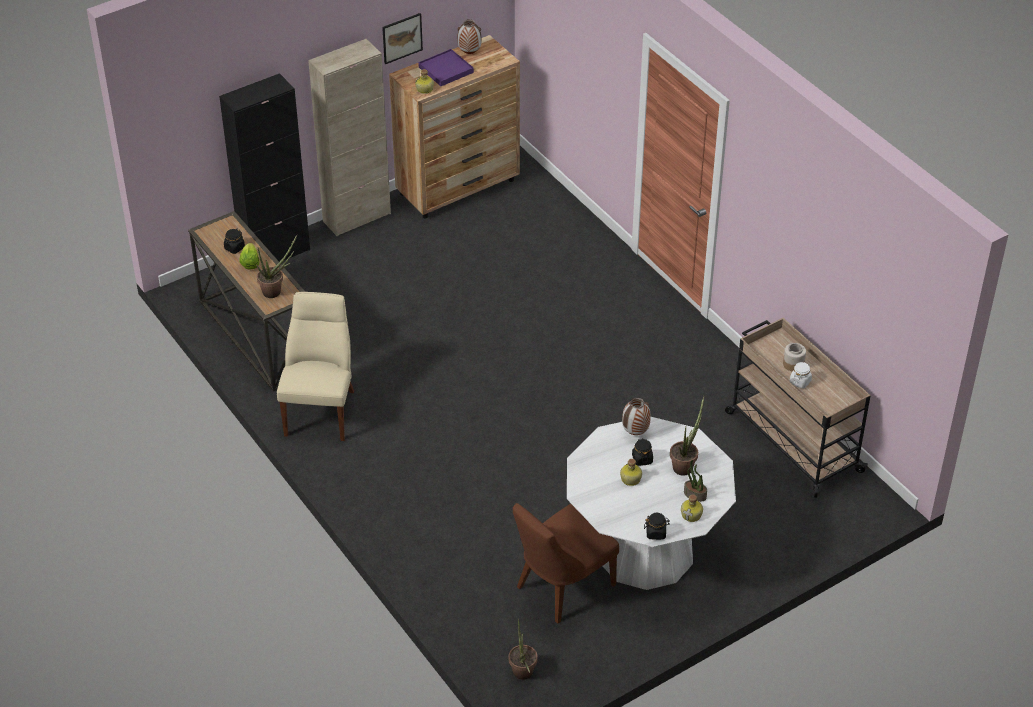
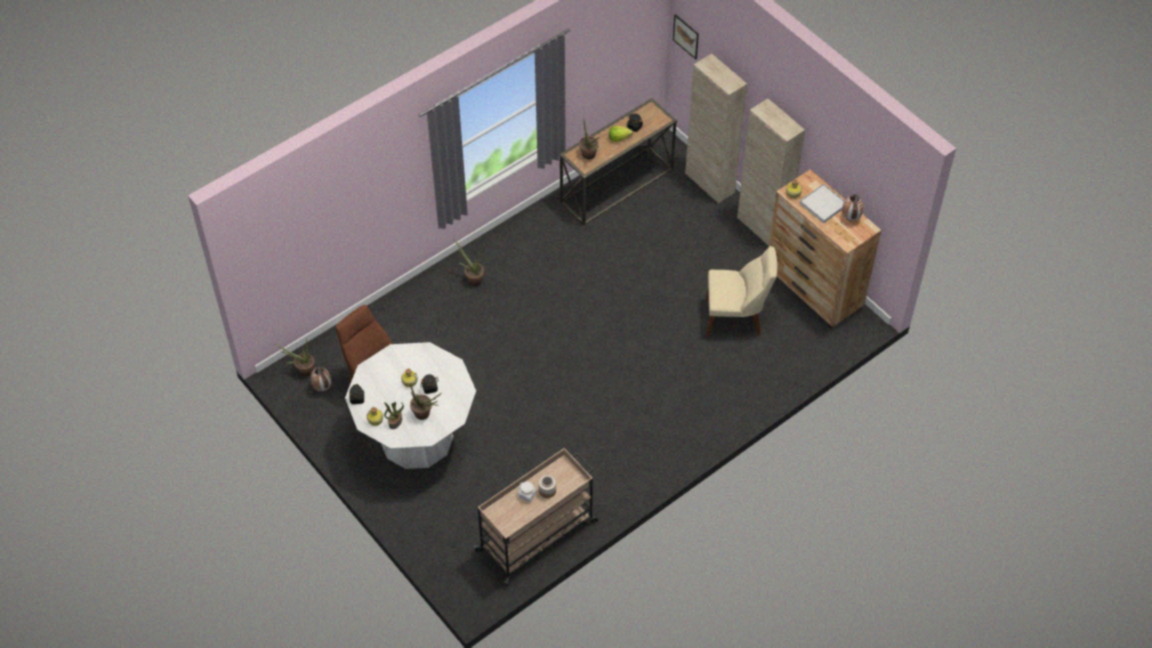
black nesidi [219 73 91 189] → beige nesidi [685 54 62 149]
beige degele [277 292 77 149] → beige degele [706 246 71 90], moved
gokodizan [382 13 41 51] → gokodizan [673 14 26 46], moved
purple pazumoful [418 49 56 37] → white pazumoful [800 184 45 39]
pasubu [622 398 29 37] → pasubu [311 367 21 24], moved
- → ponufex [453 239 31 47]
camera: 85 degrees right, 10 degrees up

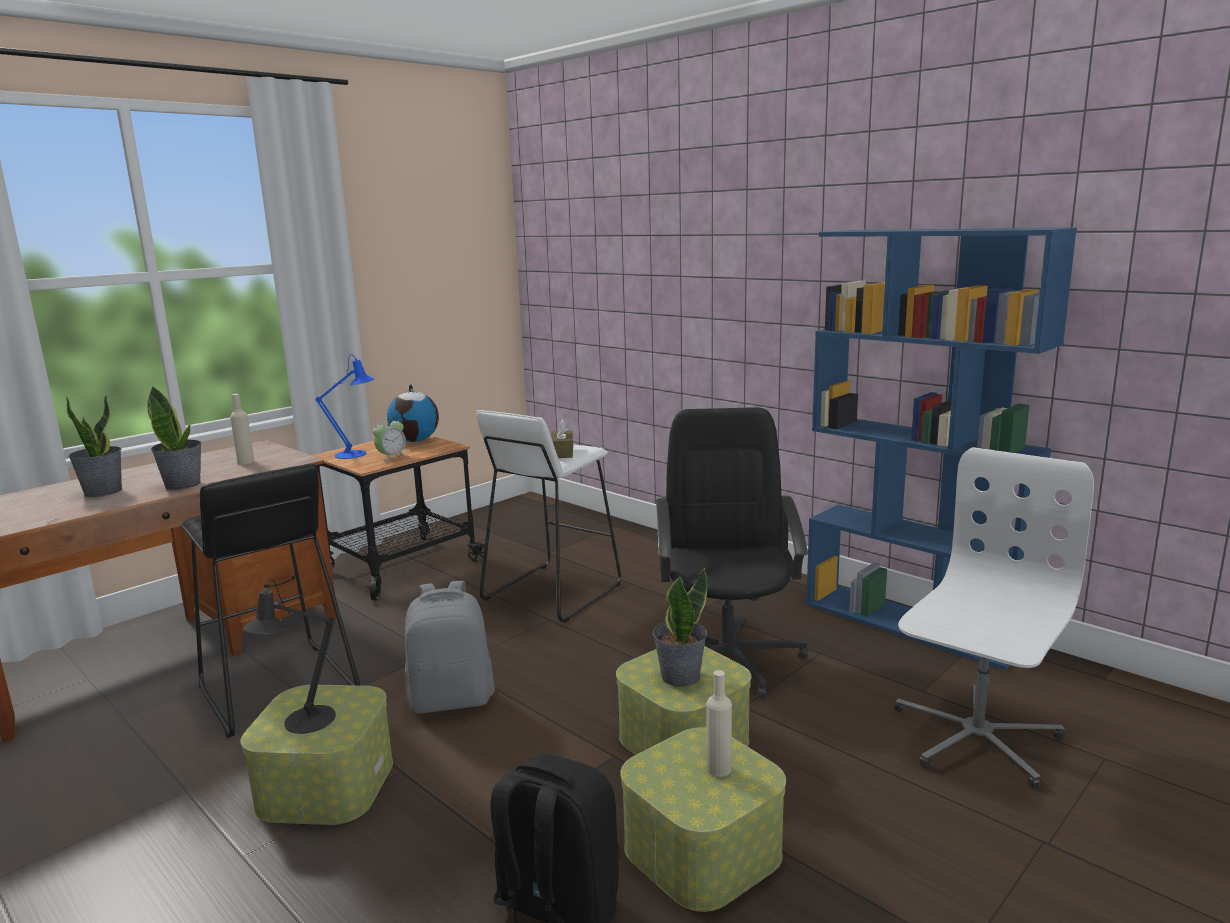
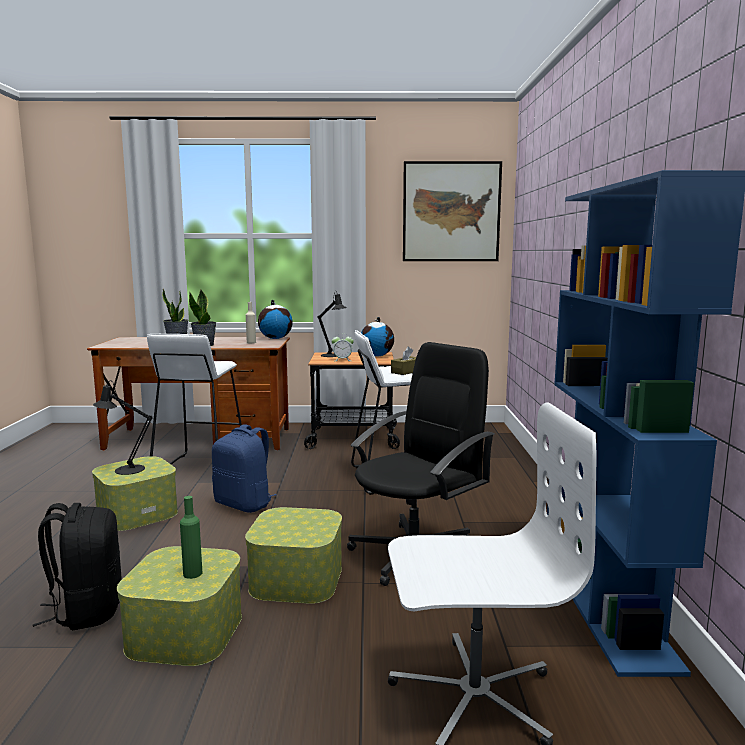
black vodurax [181 464 179 274] → white vodurax [147 334 95 131]
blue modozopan [316 354 59 105] → black modozopan [317 290 30 67]
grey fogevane [405 581 90 133] → blue fogevane [212 424 64 89]
ponufex [653 568 54 119] → -
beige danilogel [706 670 26 107] → green danilogel [180 496 22 83]
- → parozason [258 300 35 39]
- → gokodizan [403 161 99 100]
camera: 45 degrees right, 5 degrees down

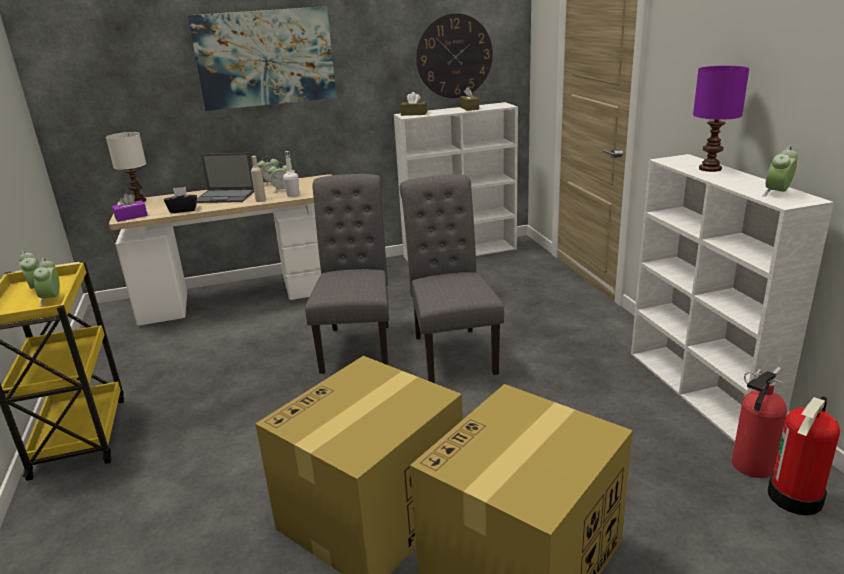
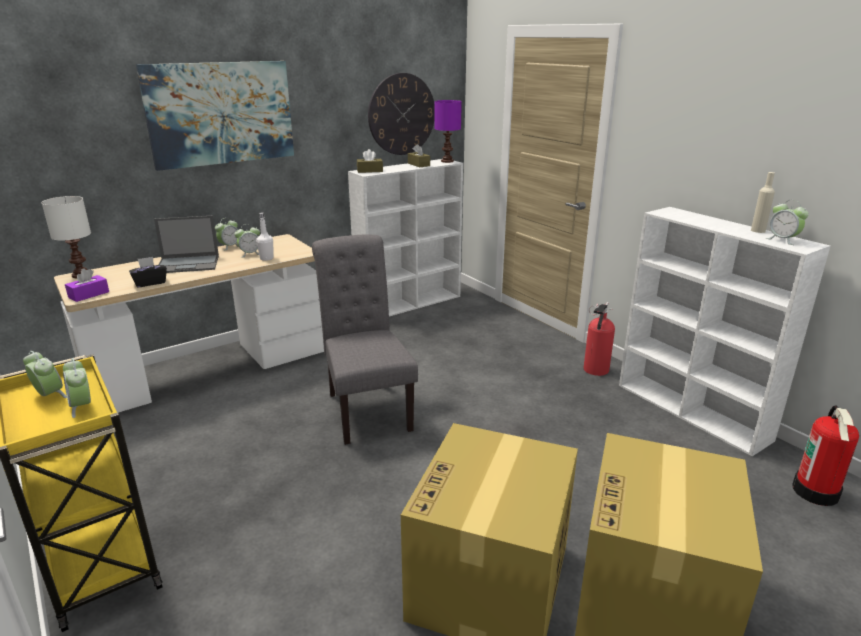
beige danilogel [251 156 15 46] → beige danilogel [751 172 24 61], moved
grey degele [400 175 104 208] → -
purple modozopan [693 66 56 106] → purple modozopan [434 100 28 63], moved
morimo [732 367 55 111] → morimo [584 302 31 74], moved
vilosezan [763 146 35 51] → vilosezan [766 200 43 45], 60 degrees counterclockwise
camera: 20 degrees left, 0 degrees up

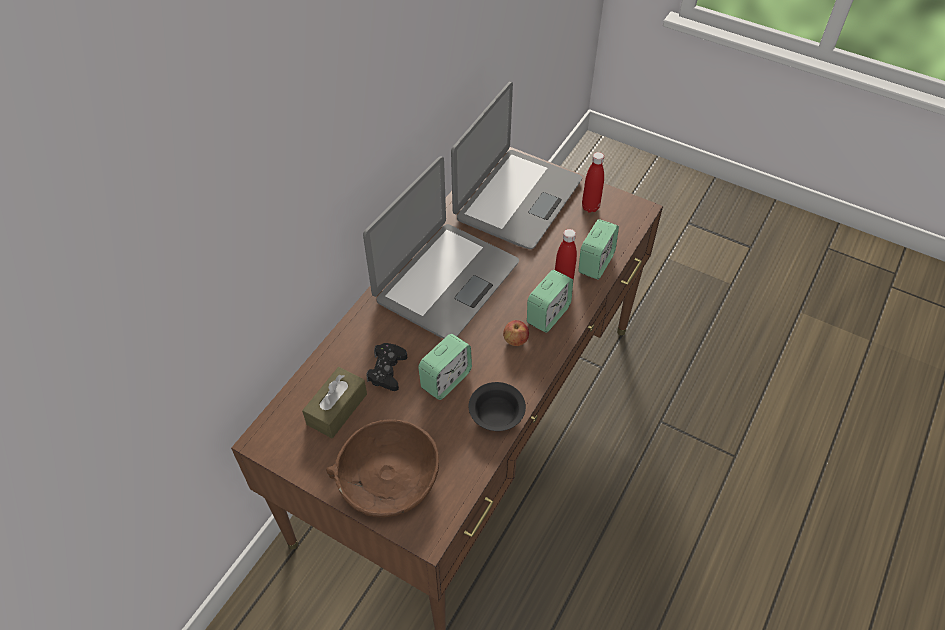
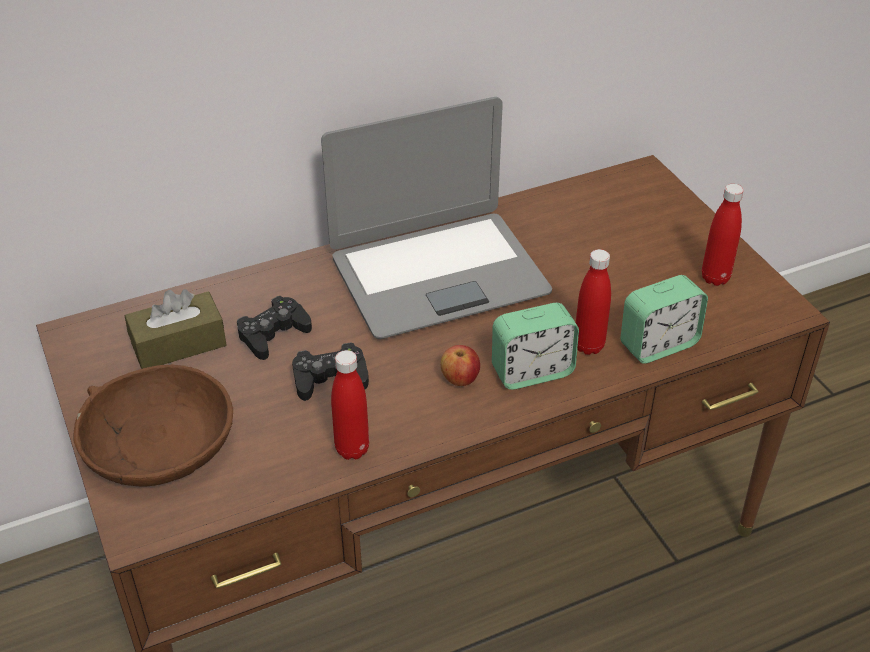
vilosezan [418 334 54 66] → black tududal [292 342 77 59]
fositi [451 82 131 167] → -
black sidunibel [469 382 57 49] → red danilogel [331 350 38 110]
camera: 35 degrees right, 10 degrees down

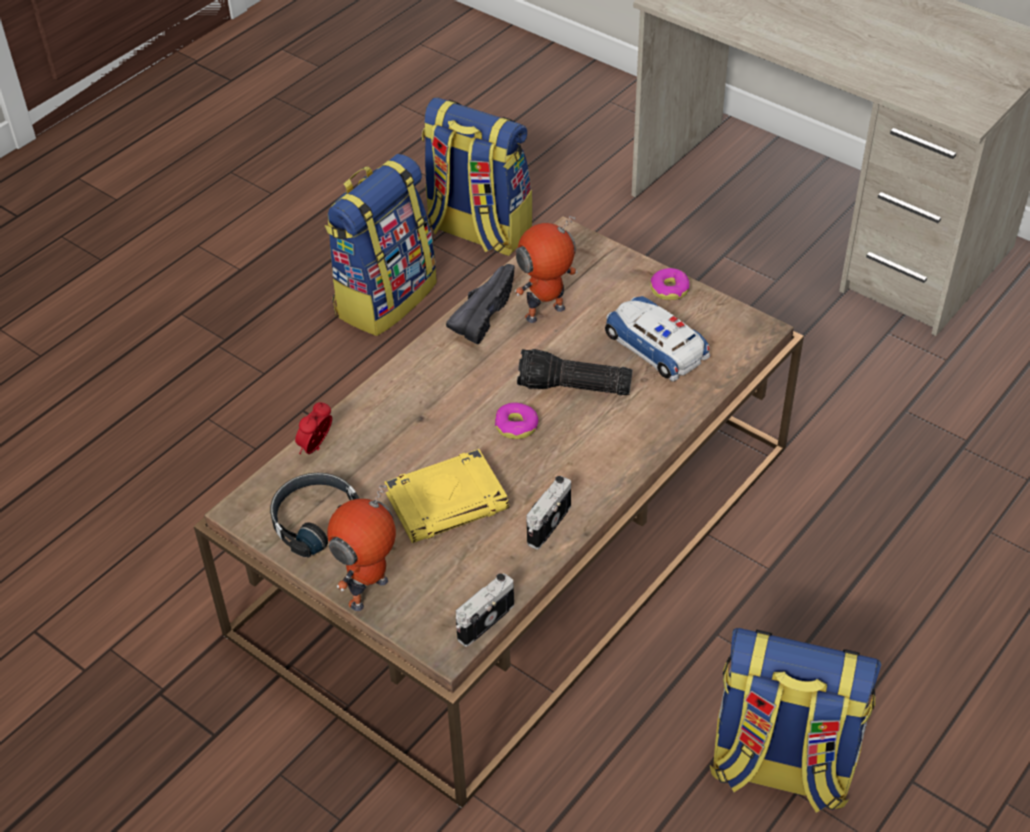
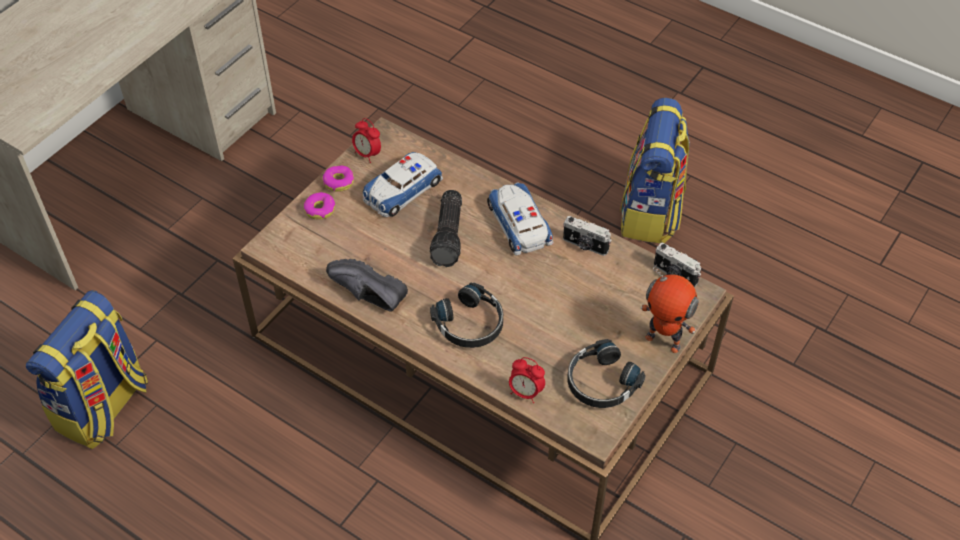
fogevane [324 154 113 182] → -
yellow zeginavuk [385 449 125 94] → -
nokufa [495 403 43 36] → nokufa [304 192 31 28], moved
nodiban [515 216 63 107] → -
- → vilosezan [352 118 29 45]
- → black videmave [430 283 73 65]
- → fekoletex [487 183 67 73]
camera: 95 degrees left, 5 degrees up

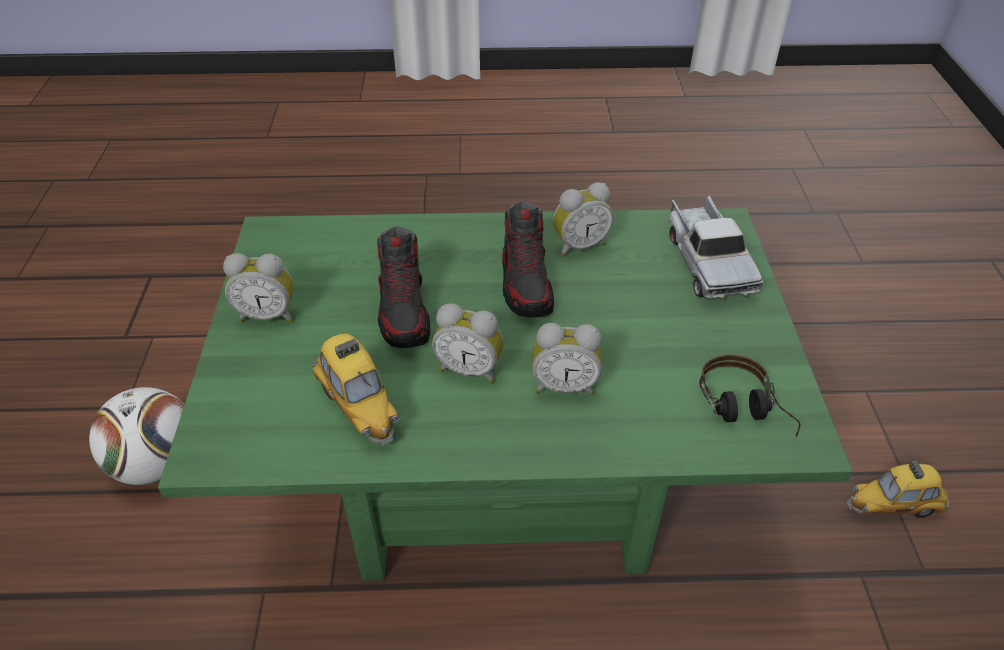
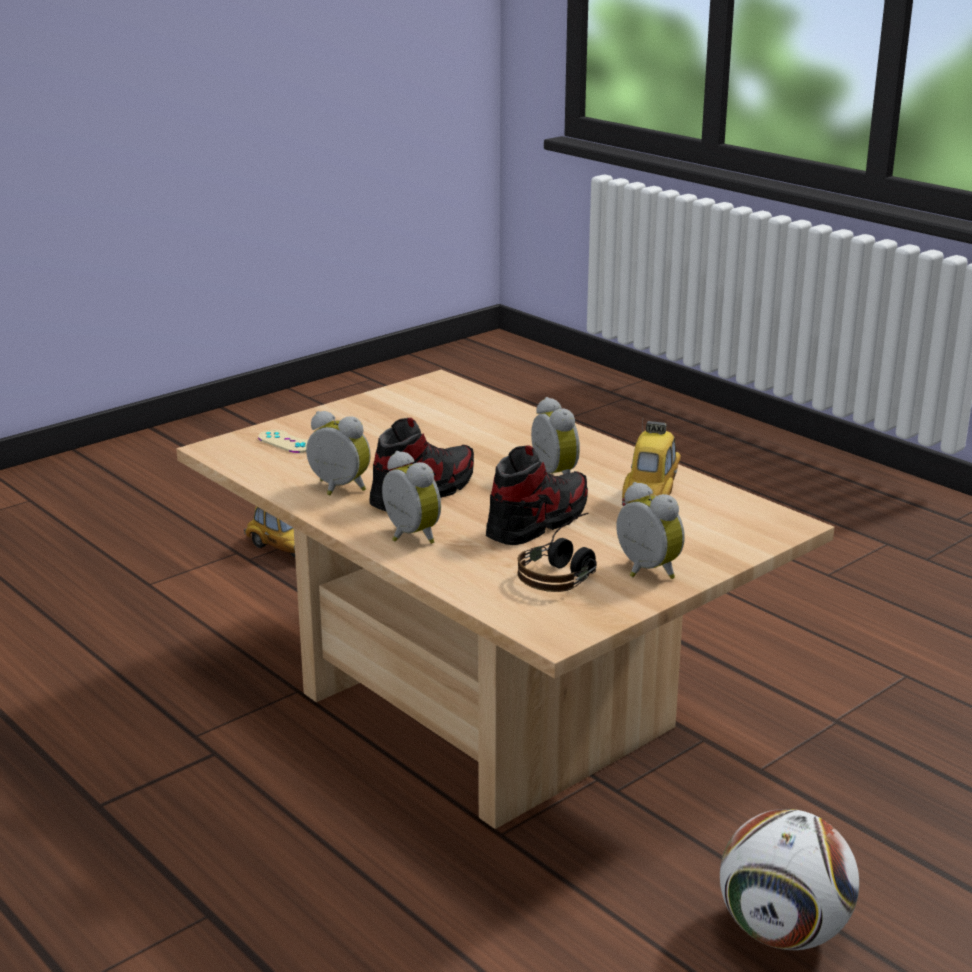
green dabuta [158 208 695 373] → beige dabuta [176 370 659 459]
vilosezan [532 323 70 73] → vilosezan [382 451 59 93], moved
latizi [668 196 95 104] → beige tududal [258 430 50 23]
videmave [699 355 102 82] → videmave [517 513 80 79], moved
camera: 130 degrees left, 20 degrees down

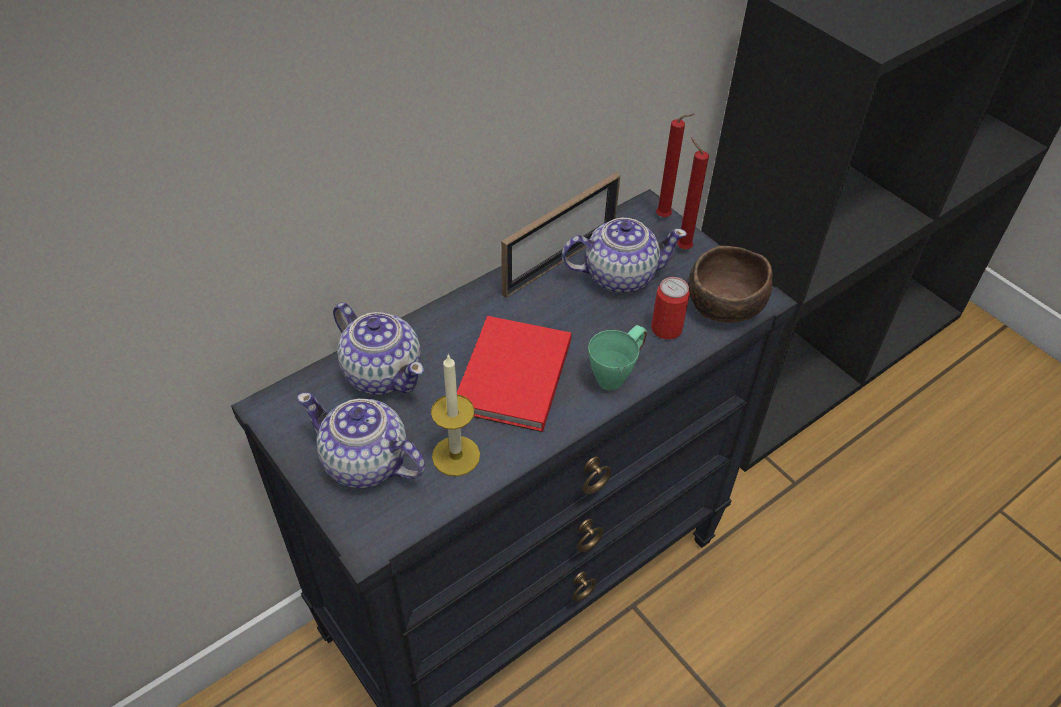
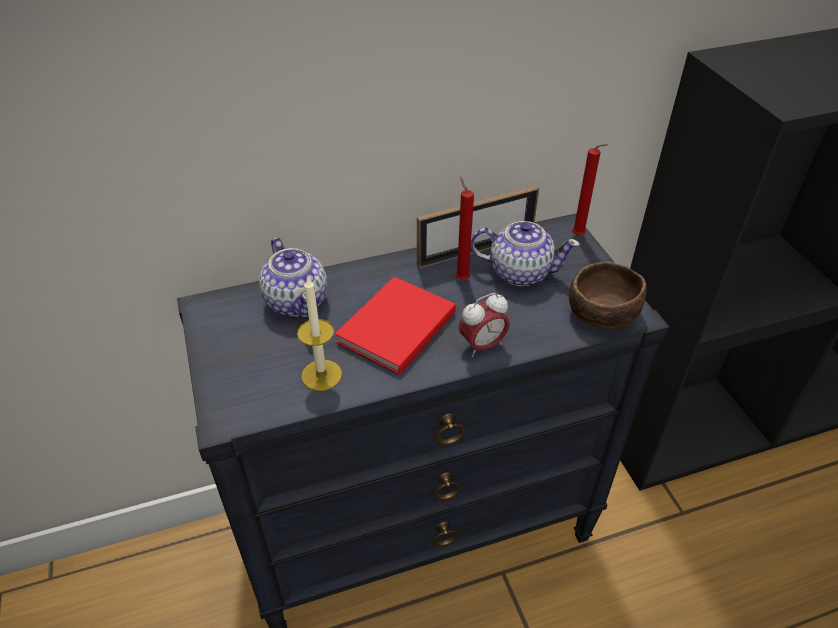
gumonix [297 393 128 95] → -
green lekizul [588 325 59 66] → vilosezan [459 293 51 64]
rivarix [651 277 39 62] → -
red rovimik [677 137 32 112] → red rovimik [456 176 18 104], moved
camera: 20 degrees right, 5 degrees down

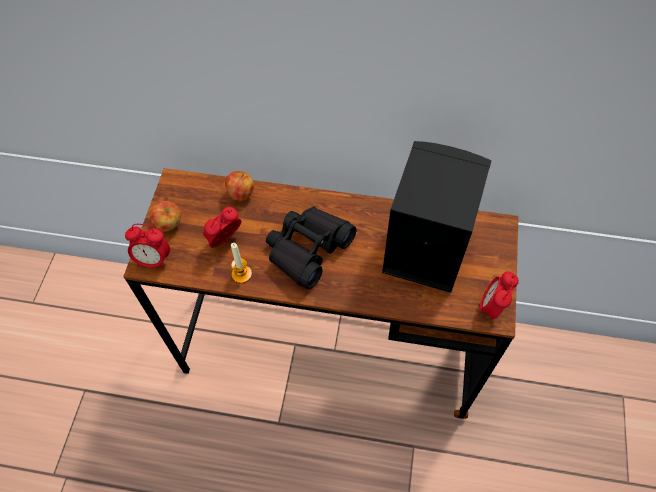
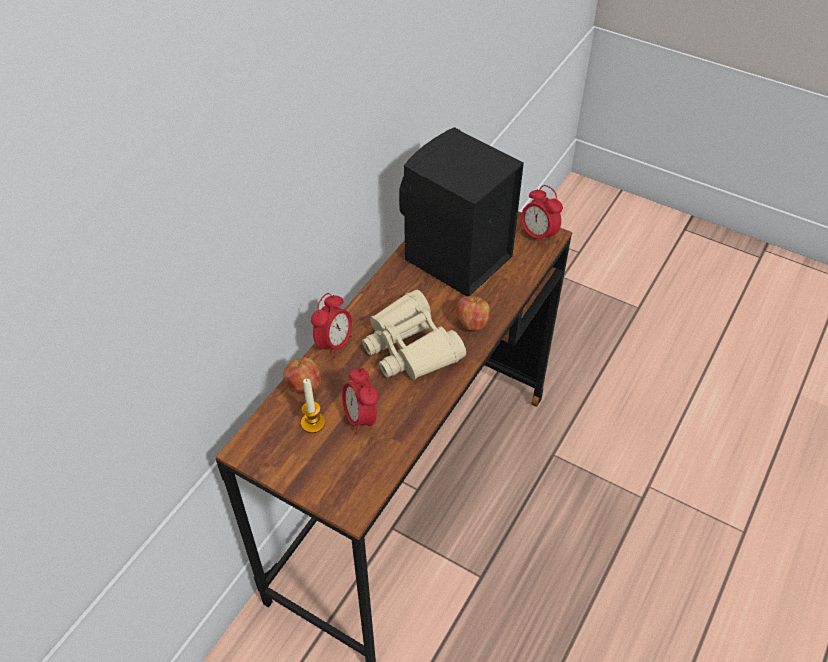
vilosezan [125 224 45 46] → vilosezan [311 293 41 65], moved
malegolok [150 201 31 31] → malegolok [456 296 34 35], moved
rovimik [231 243 21 40] → rovimik [301 379 24 54], moved
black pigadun [266 206 91 83] → beige pigadun [362 290 104 90]
camera: 70 degrees left, 10 degrees down

